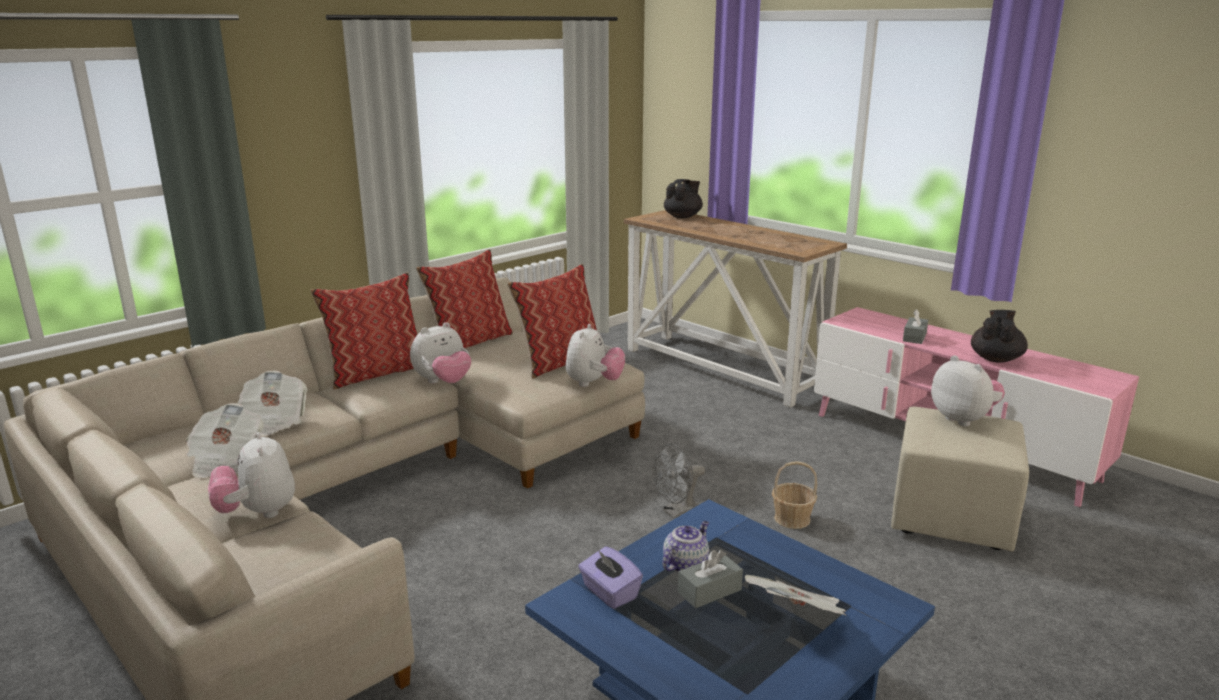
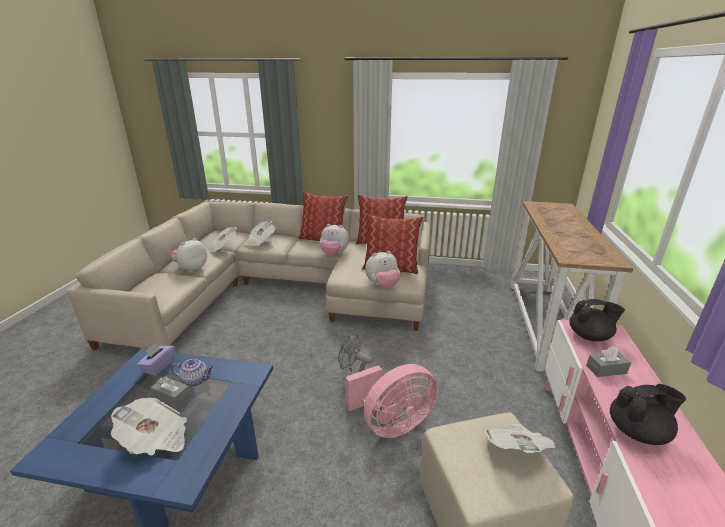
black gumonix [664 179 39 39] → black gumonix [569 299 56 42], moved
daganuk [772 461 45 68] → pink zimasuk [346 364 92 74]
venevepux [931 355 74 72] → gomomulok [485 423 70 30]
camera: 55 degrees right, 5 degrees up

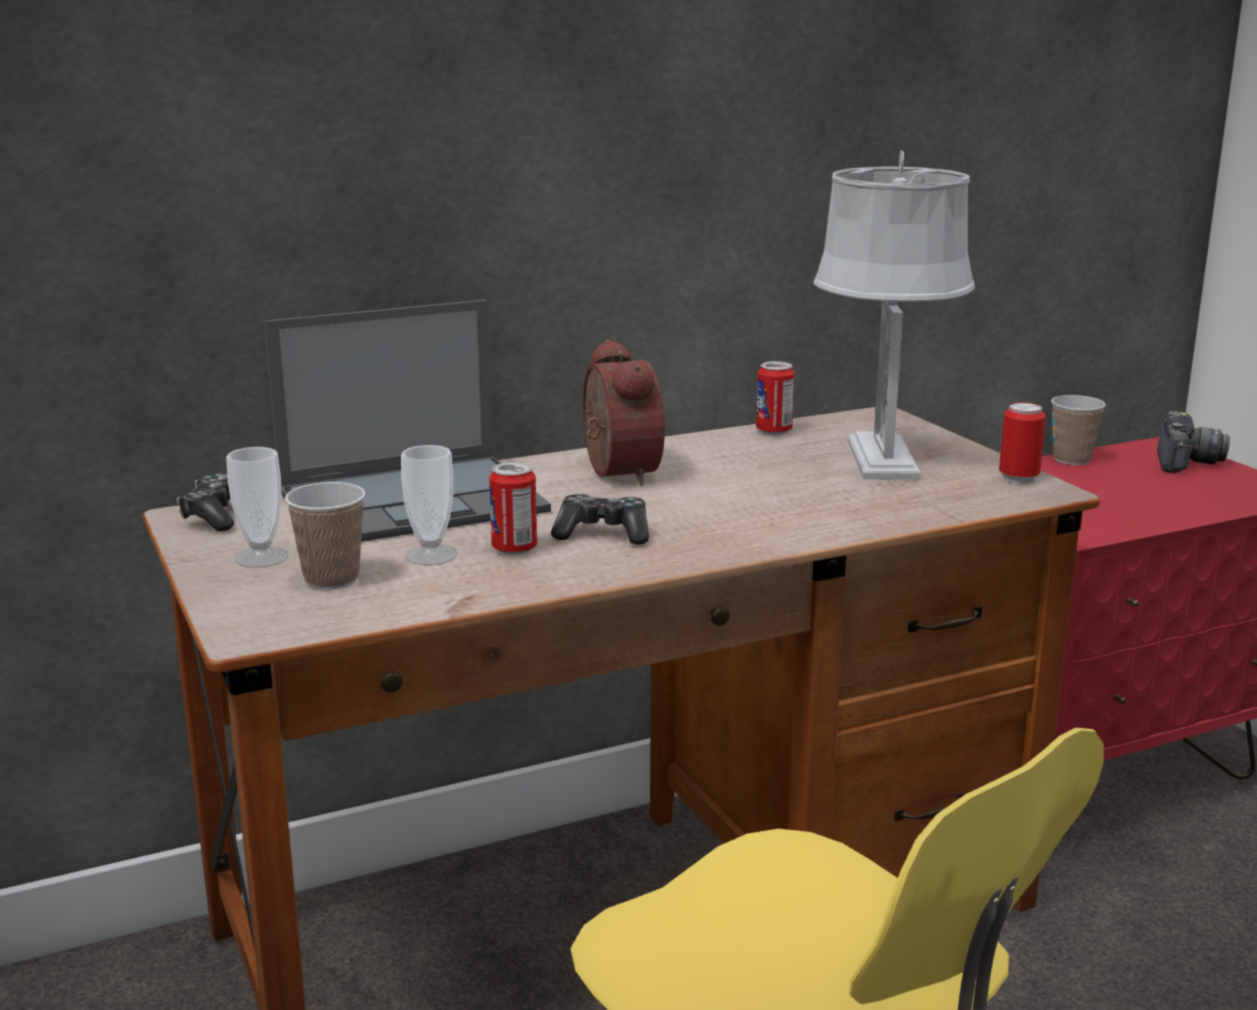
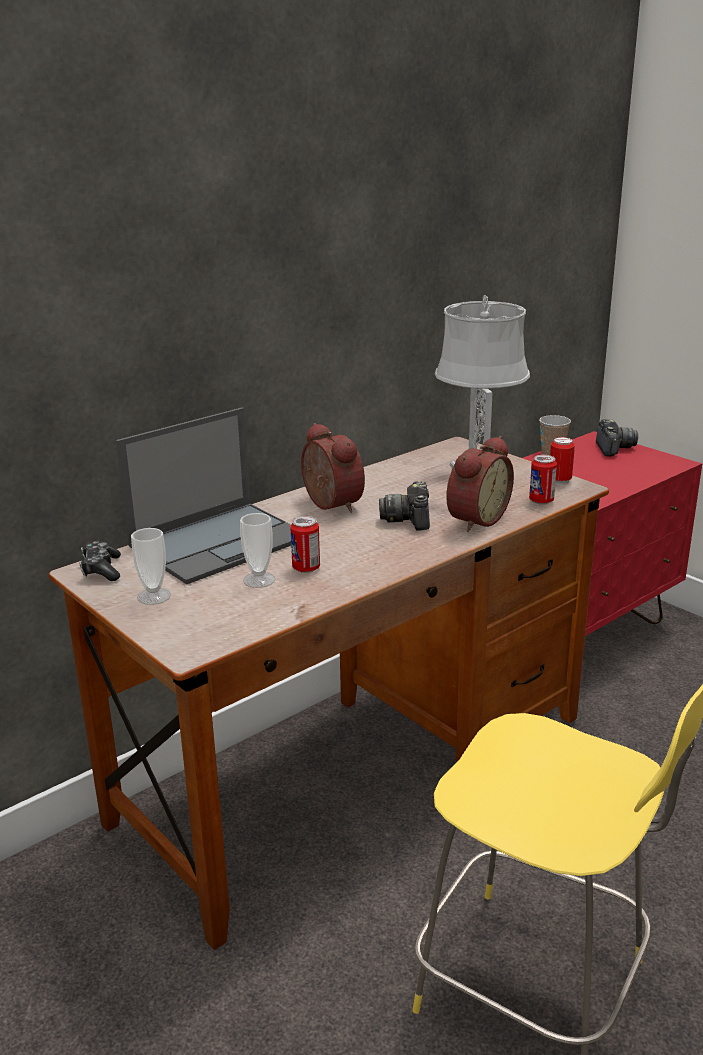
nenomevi [285 482 81 107] → -
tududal [551 494 98 50] → -
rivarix [756 361 39 74] → rivarix [529 455 28 49], moved
- → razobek [379 482 51 48]
- → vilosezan [446 436 68 96]
camera: 15 degrees left, 5 degrees up

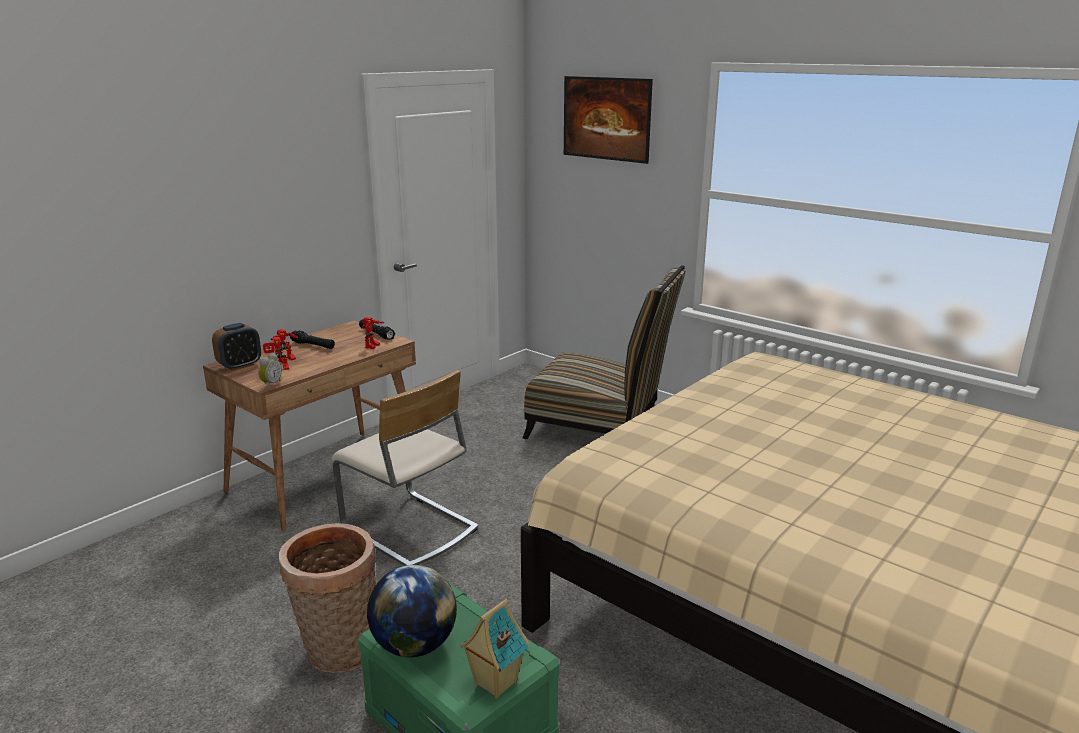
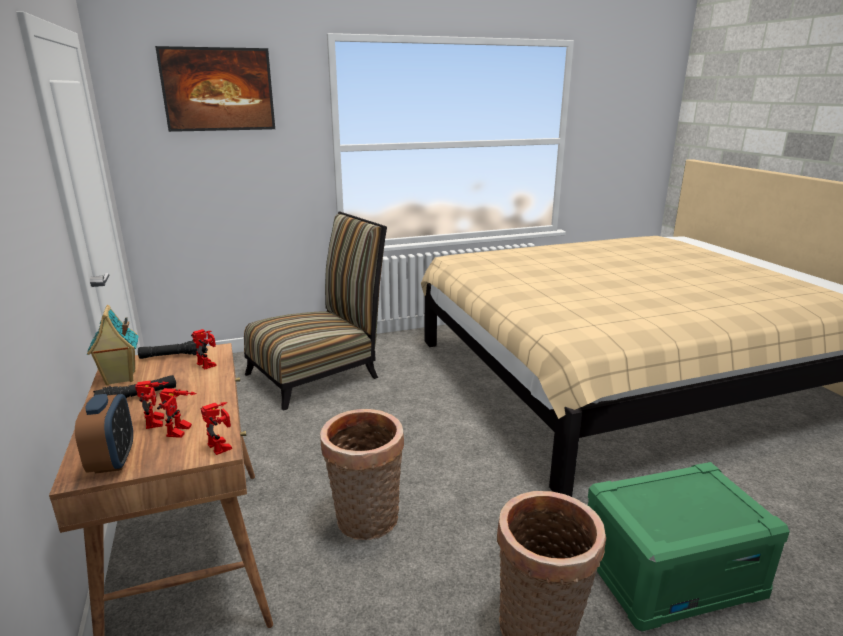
vilosezan [258 353 24 36] → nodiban [201 402 31 53]
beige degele [332 370 147 196] → daganuk [320 409 84 131]
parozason [367 565 90 92] → -
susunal [460 599 70 100] → susunal [86 305 53 81], moved
camera: 60 degrees left, 0 degrees up

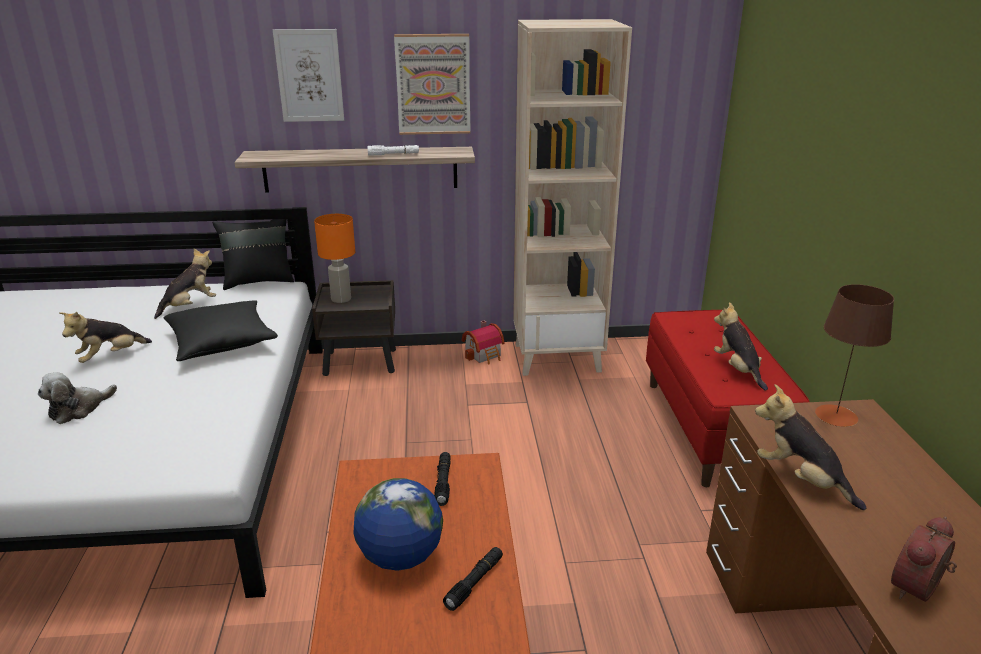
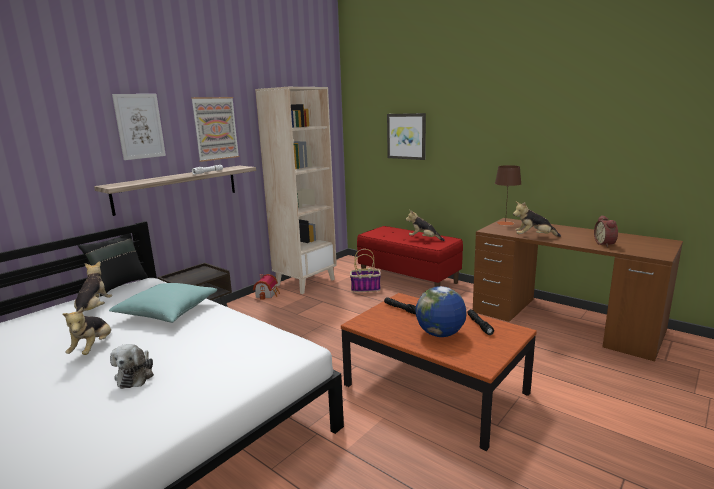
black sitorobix [163 300 115 61] → turquoise sitorobix [109 283 108 40]
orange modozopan [314 214 41 89] → -
- → daganuk [350 249 31 43]
- → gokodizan [387 113 39 47]
camera: 45 degrees left, 10 degrees down

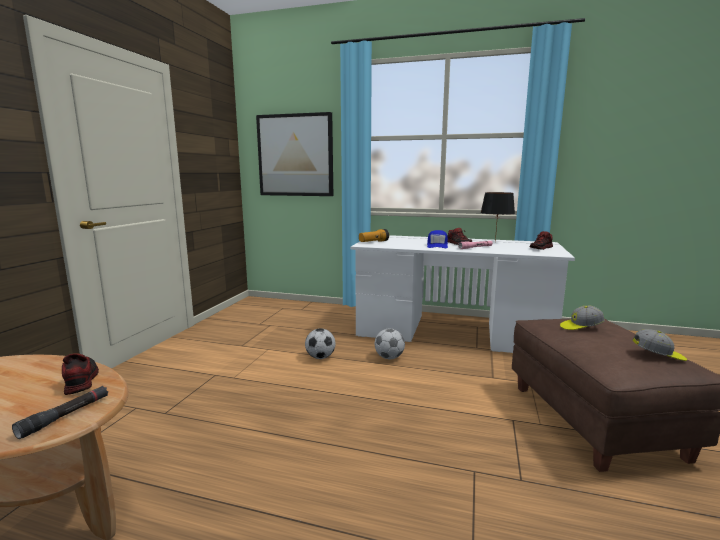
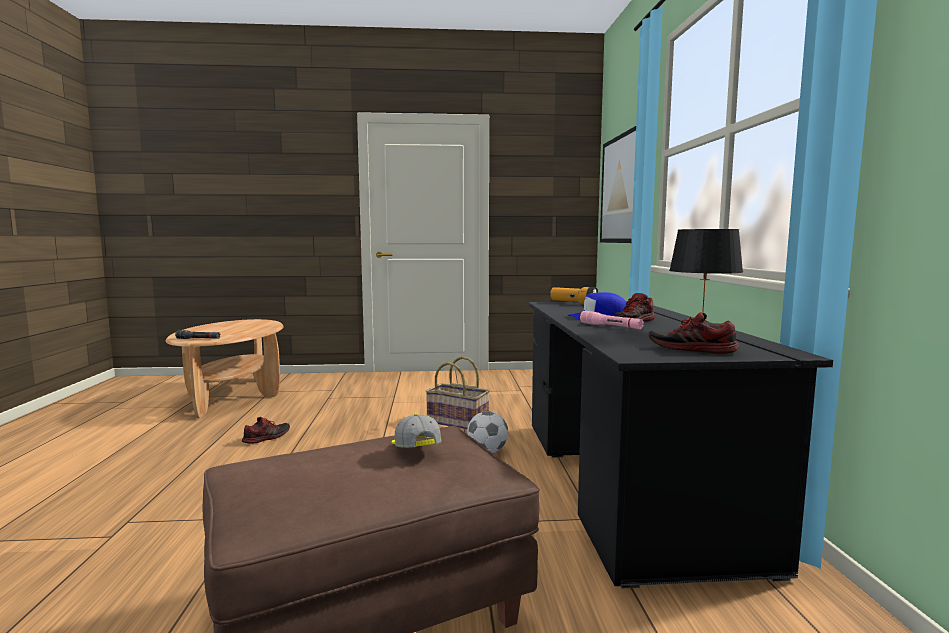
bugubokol [62 353 37 42] → bugubokol [242 417 48 27], moved
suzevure [305 328 30 31] → daganuk [426 356 64 73]
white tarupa [351 235 224 118] → black tarupa [528 301 305 287]
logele [632 329 55 32] → -
camera: 70 degrees right, 5 degrees down

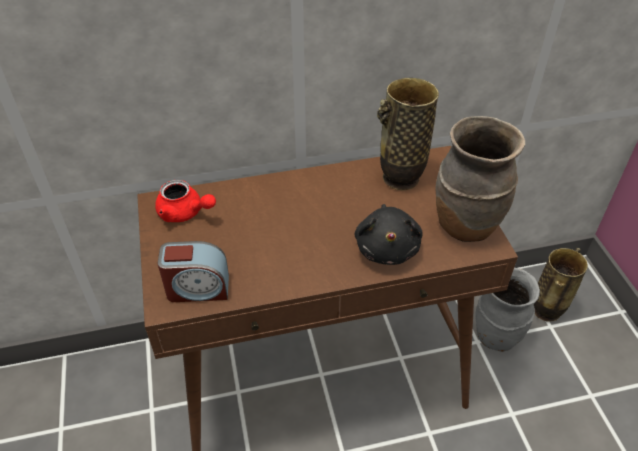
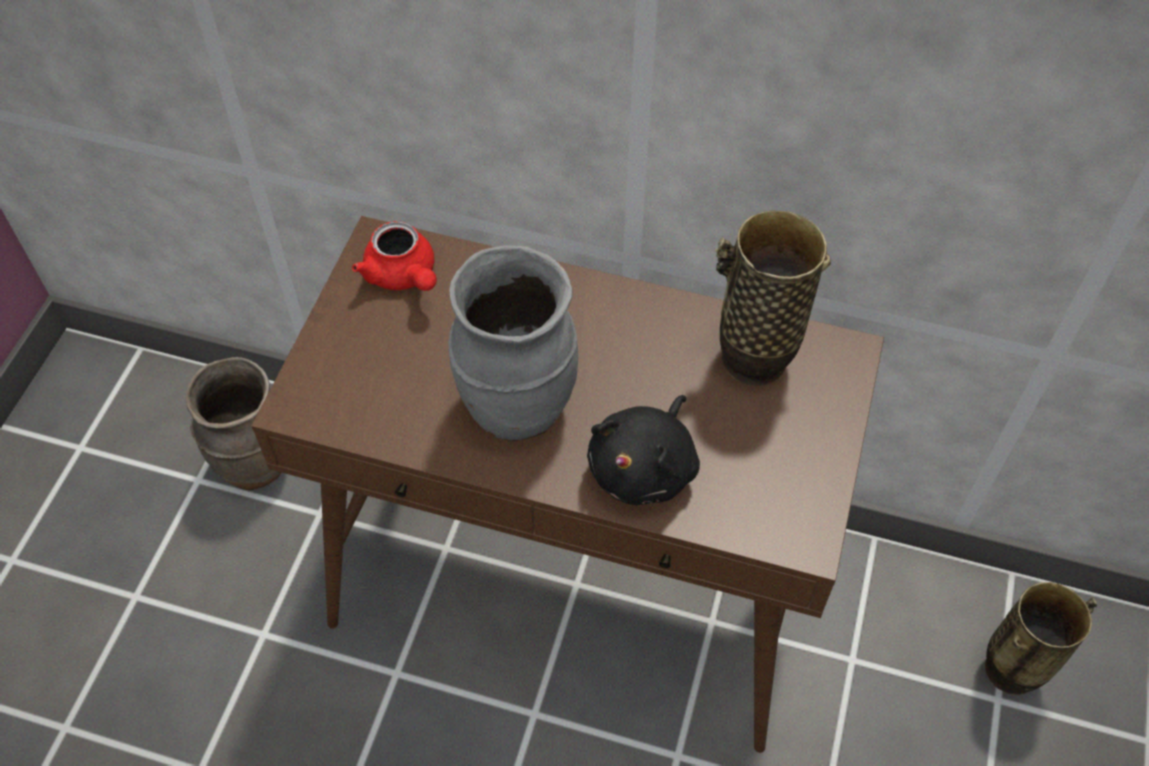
vilosezan [158 241 71 61] → -
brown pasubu [435 116 90 126] → brown pasubu [185 357 97 133], moved
grey pasubu [476 268 64 84] → grey pasubu [448 245 130 196], moved
camera: 30 degrees right, 10 degrees up

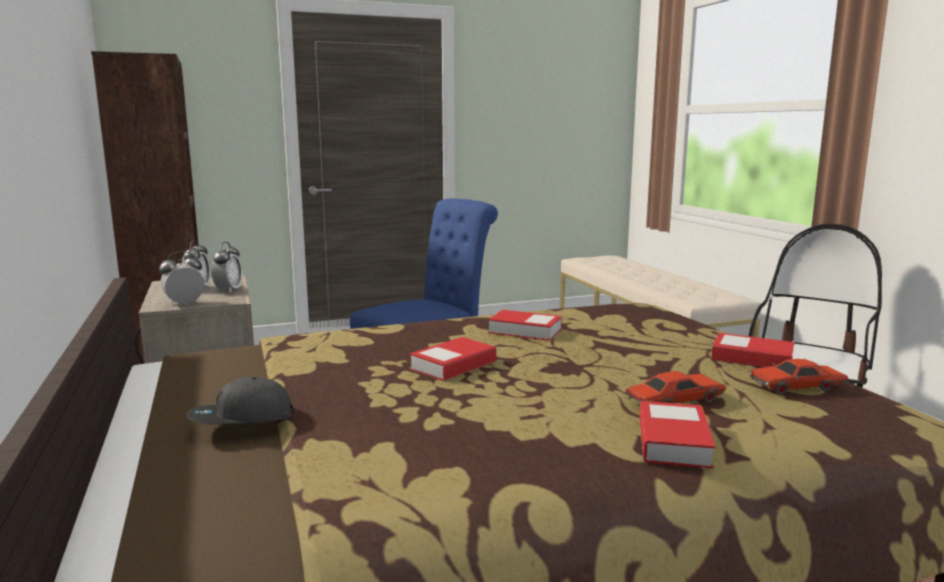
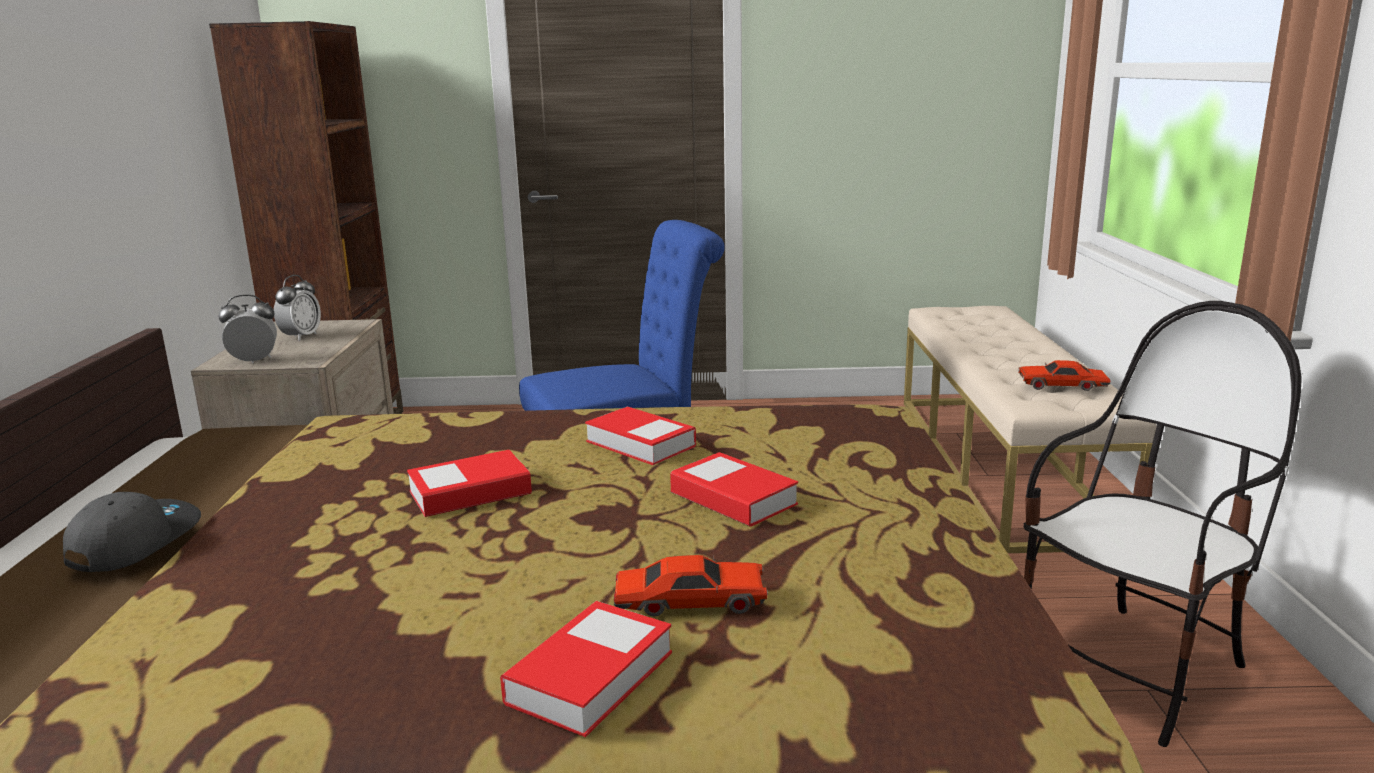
grey logele [186 377 108 47] → grey logele [63 492 138 80], 105 degrees clockwise
vilosezan [211 242 32 51] → -
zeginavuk [711 333 83 35] → zeginavuk [670 452 128 75], moved
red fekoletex [748 359 101 36] → red fekoletex [1018 360 92 31], moved
camera: 20 degrees right, 5 degrees up

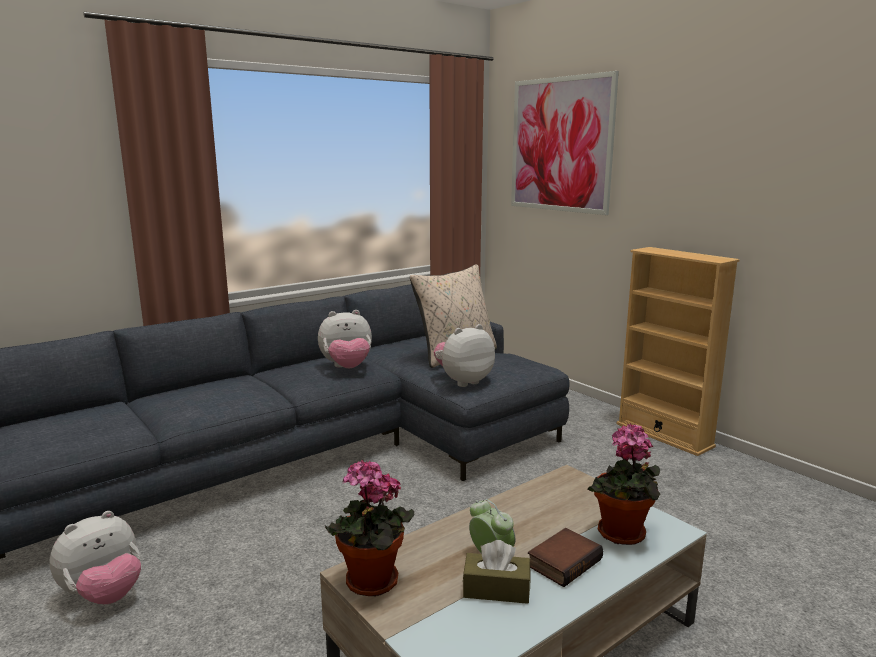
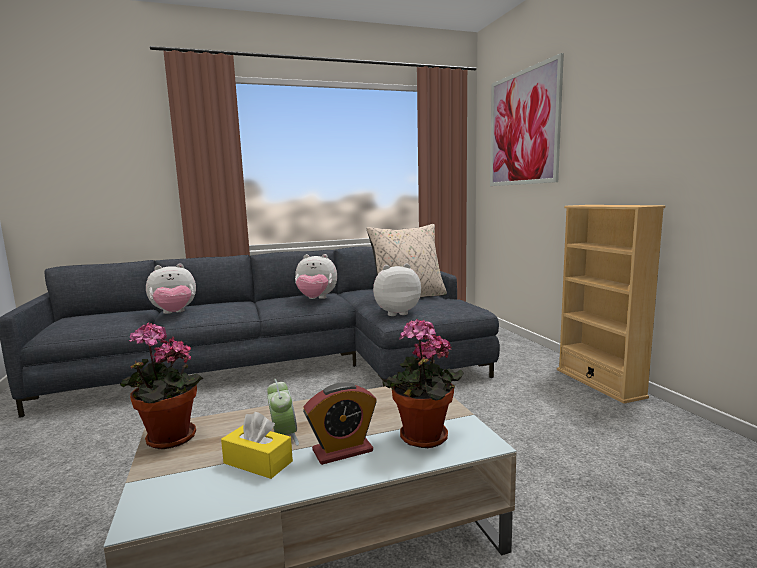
venevepux [49 511 92 94] → venevepux [146 264 50 50], moved
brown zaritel [463 540 67 64] → yellow zaritel [221 412 72 67]
zeginavuk [528 528 75 59] → vilosezan [303 382 74 83]
camera: 20 degrees right, 5 degrees down

